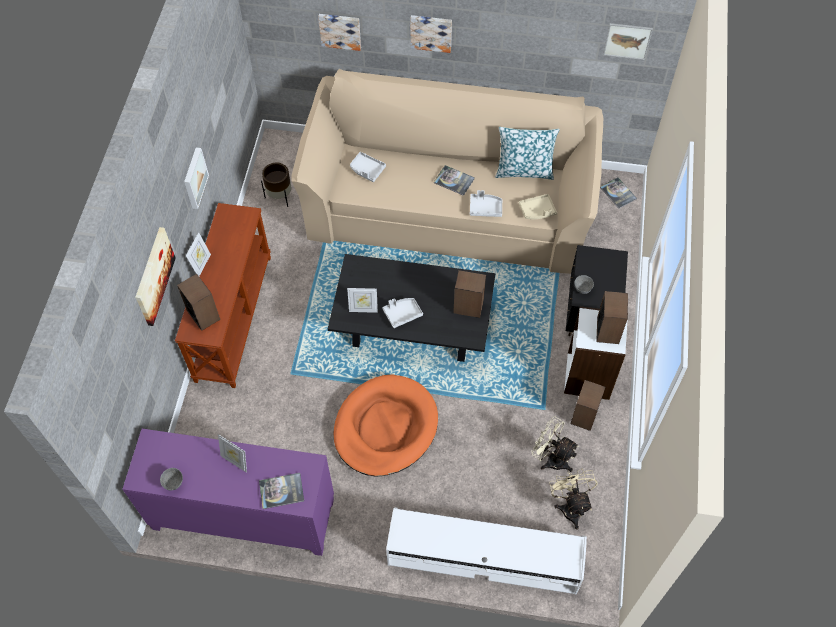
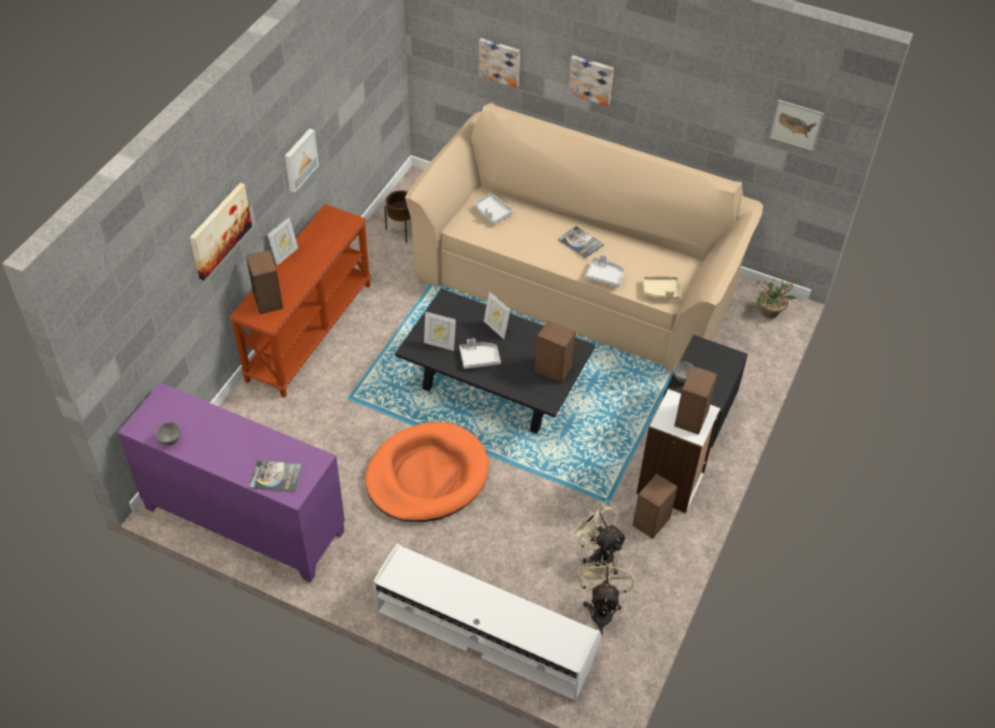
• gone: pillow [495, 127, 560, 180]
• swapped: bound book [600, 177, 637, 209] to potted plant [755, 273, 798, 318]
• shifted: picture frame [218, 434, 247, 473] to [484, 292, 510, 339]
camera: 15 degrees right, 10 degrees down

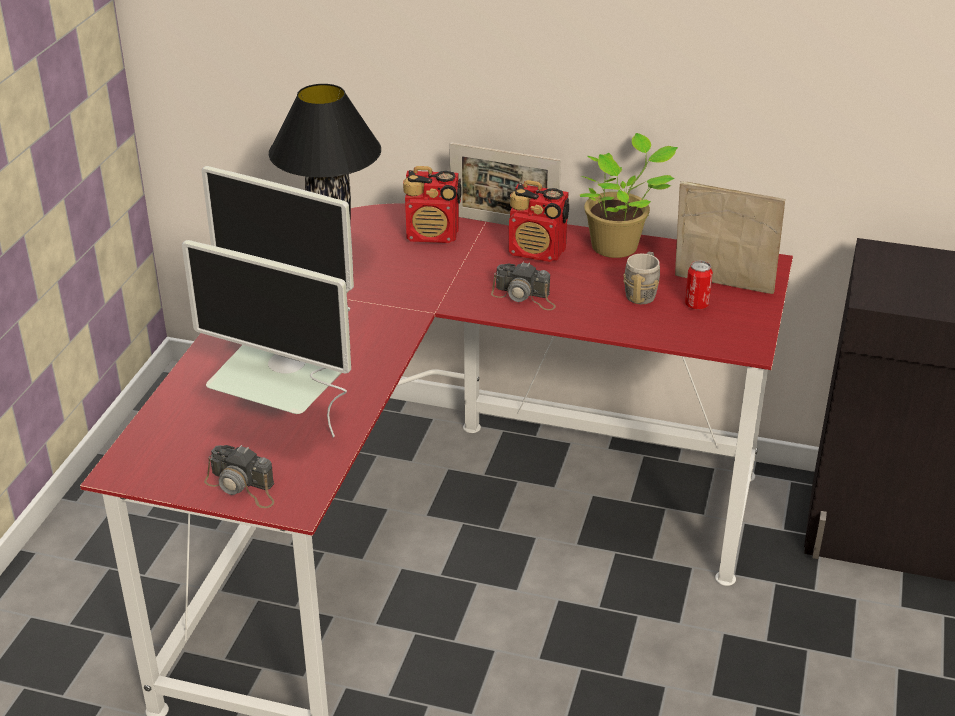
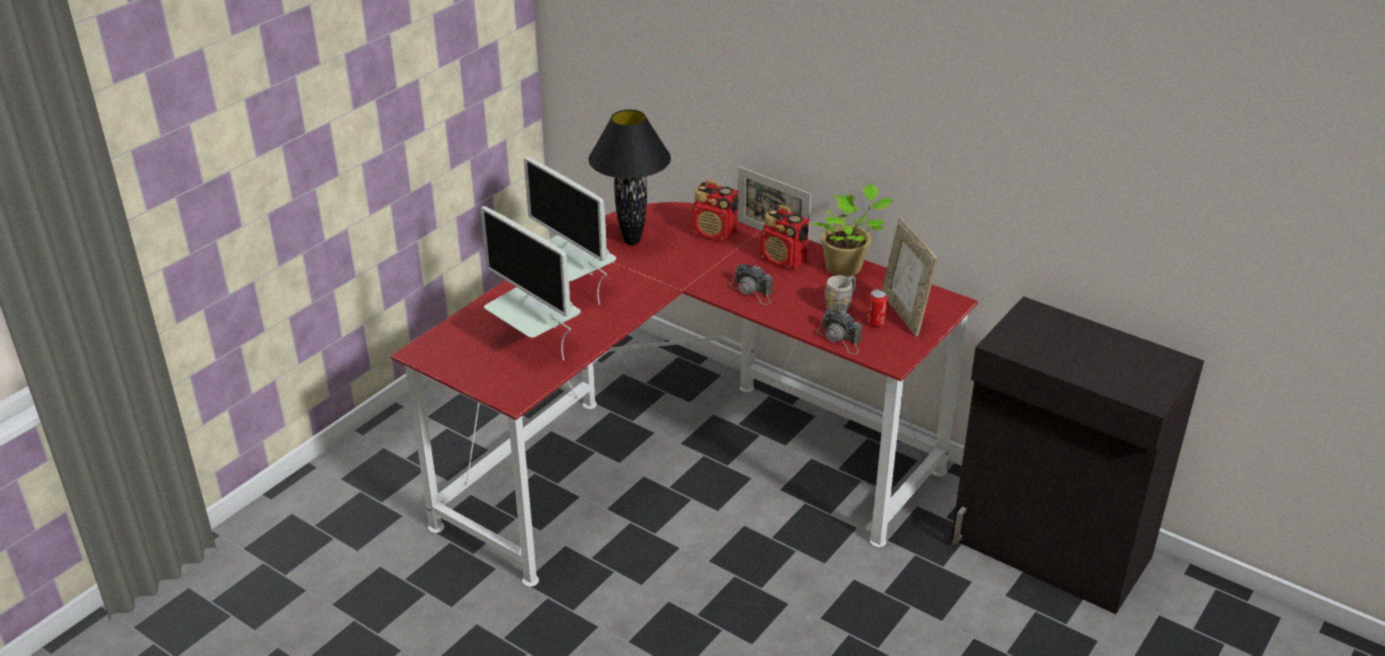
• rotated: picture frame [675, 181, 785, 294] = [882, 218, 938, 336] 150 degrees counterclockwise
• shifted: photo camera [204, 445, 274, 508] to [817, 309, 862, 354]
camera: 20 degrees right, 0 degrees up

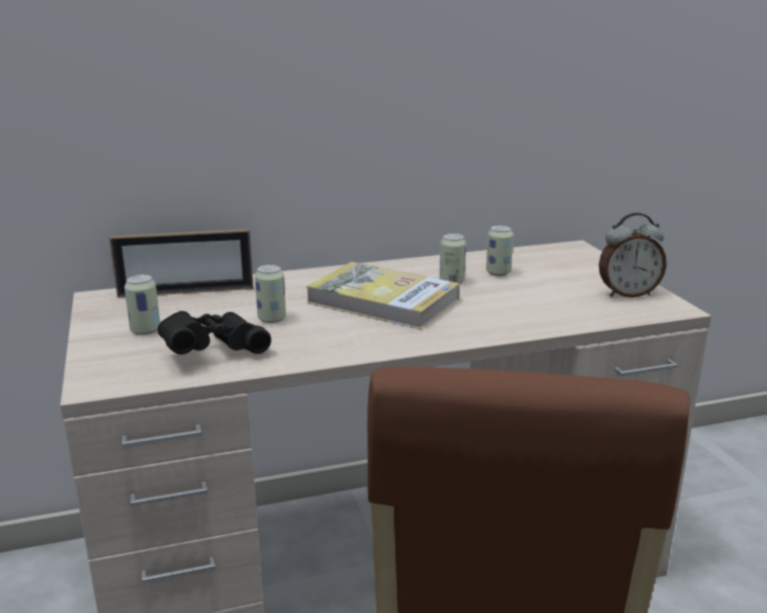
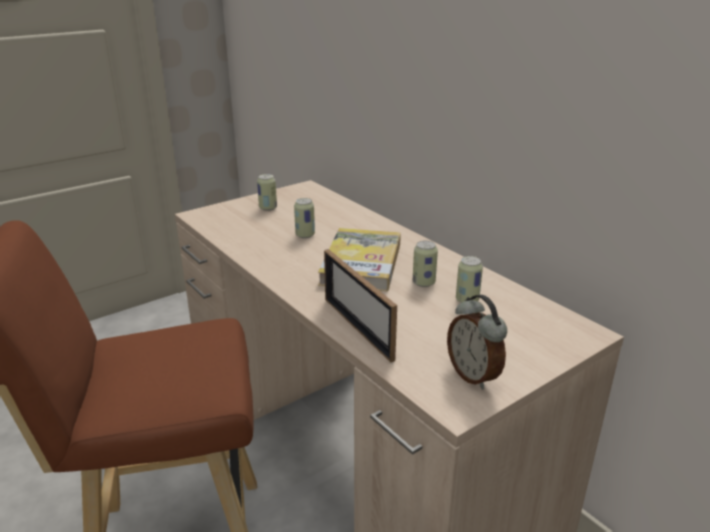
• shifted: picture frame [109, 229, 253, 298] to [324, 249, 397, 363]
• gone: blackish field glasses [158, 311, 271, 354]
camera: 70 degrees right, 5 degrees up

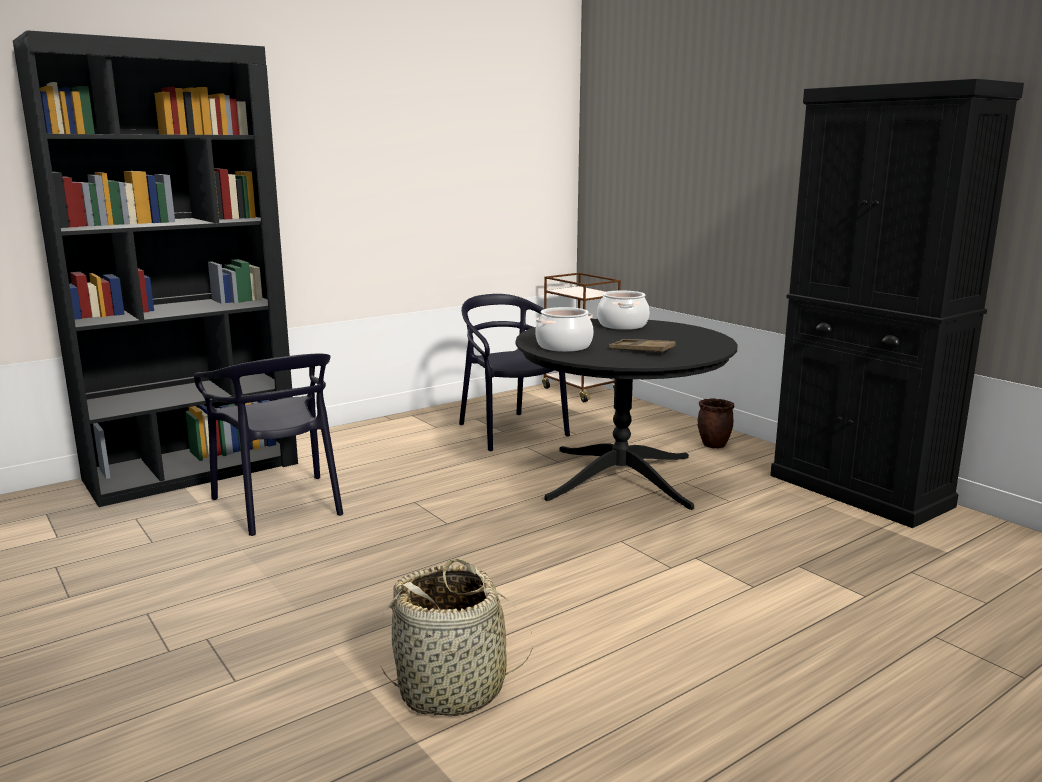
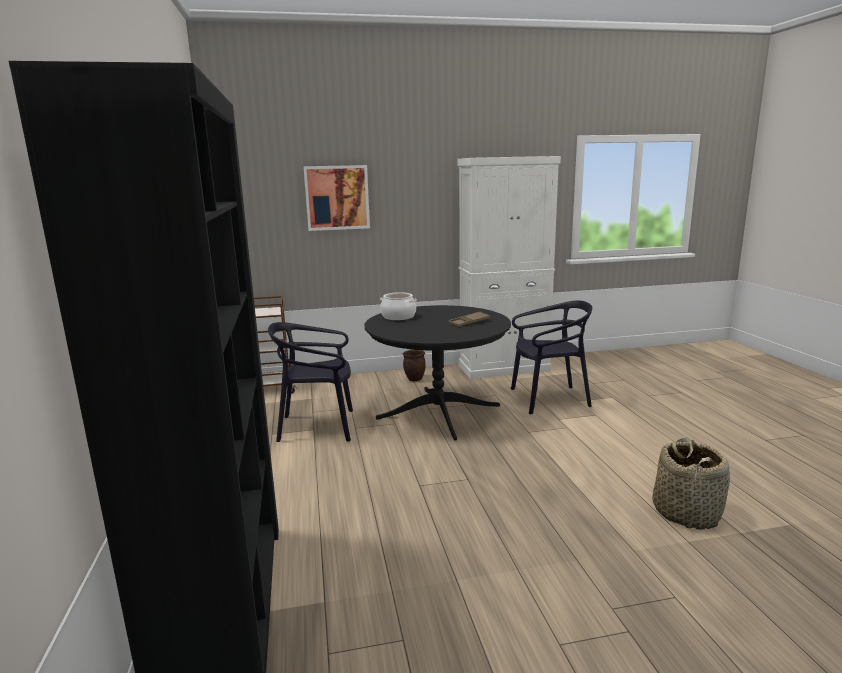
• repainted: blackish cabinet [770, 79, 1024, 528] to whitish cabinet [457, 156, 561, 379]
• gone: saucepot [535, 307, 593, 352]
• shifted: blackish upright chair [194, 353, 343, 536] to [511, 301, 592, 414]
• new: wall picture [303, 165, 370, 231]
camera: 65 degrees left, 0 degrees up

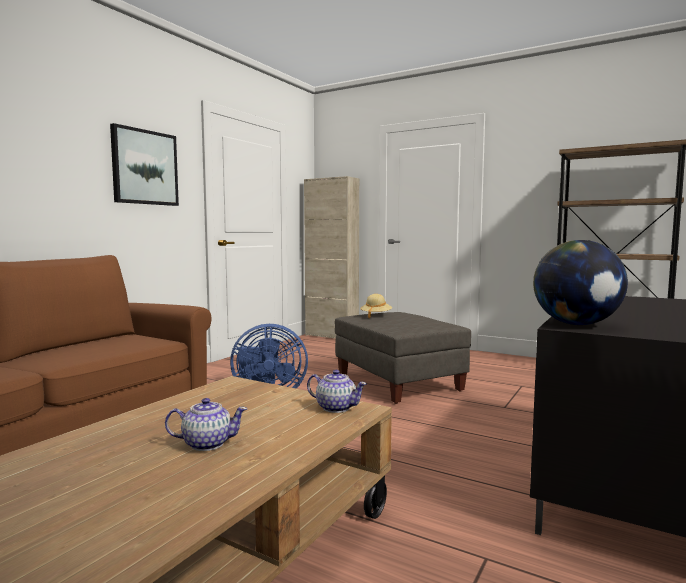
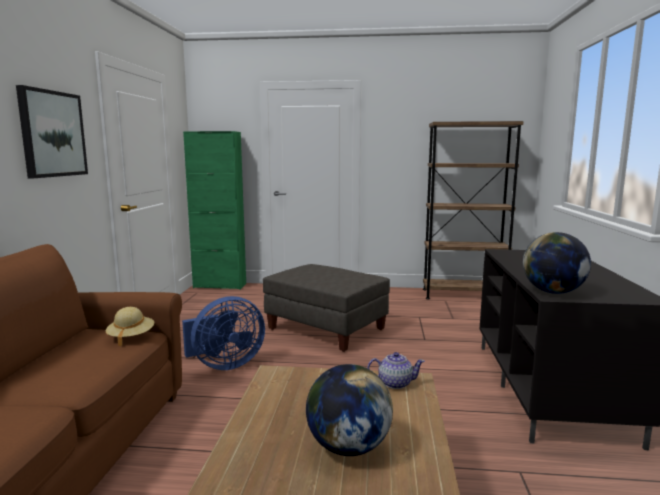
• repainted: beige cabinet [304, 176, 359, 339] to green cabinet [183, 131, 246, 290]
• shifted: beige wearable hat [360, 294, 392, 318] to [106, 307, 154, 346]
• swapped: pot for tea [165, 398, 248, 451] to world globe [306, 364, 393, 456]
camera: 25 degrees left, 5 degrees up

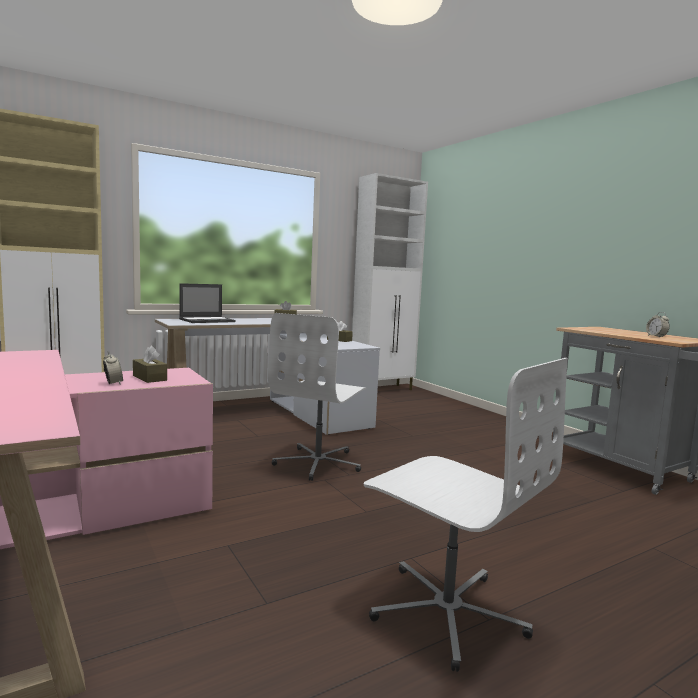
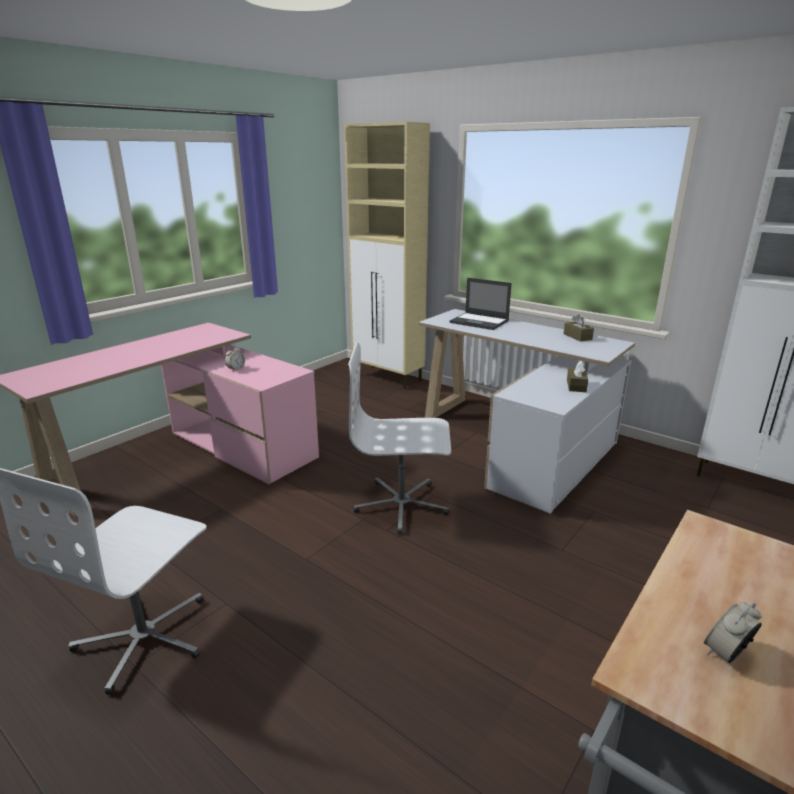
• gone: brown-coloured box of tissues [133, 346, 167, 383]
camera: 70 degrees right, 15 degrees up

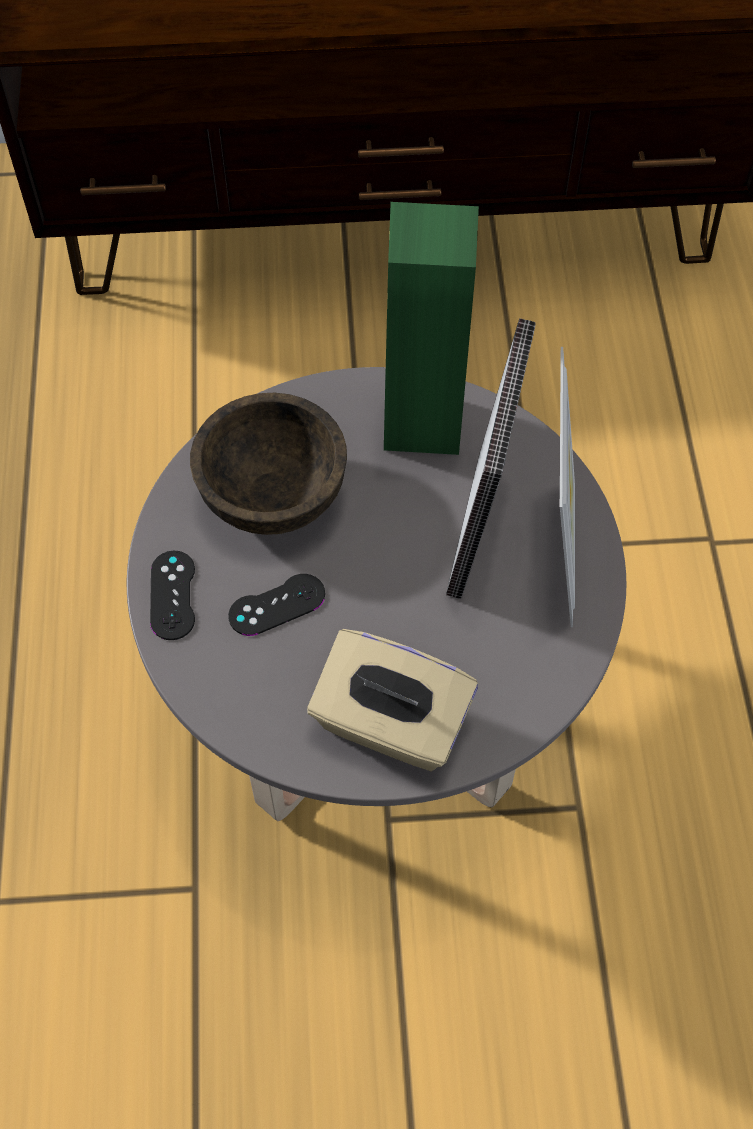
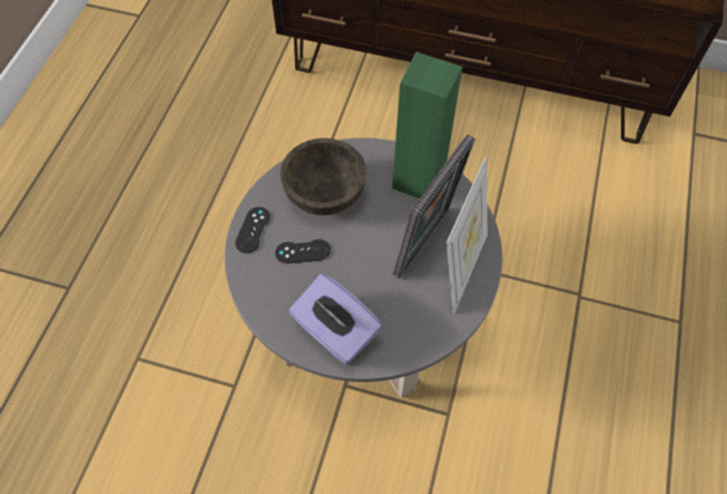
• repainted: beige box of tissues [307, 629, 478, 772] to purple box of tissues [289, 274, 382, 365]
camera: 20 degrees right, 0 degrees up

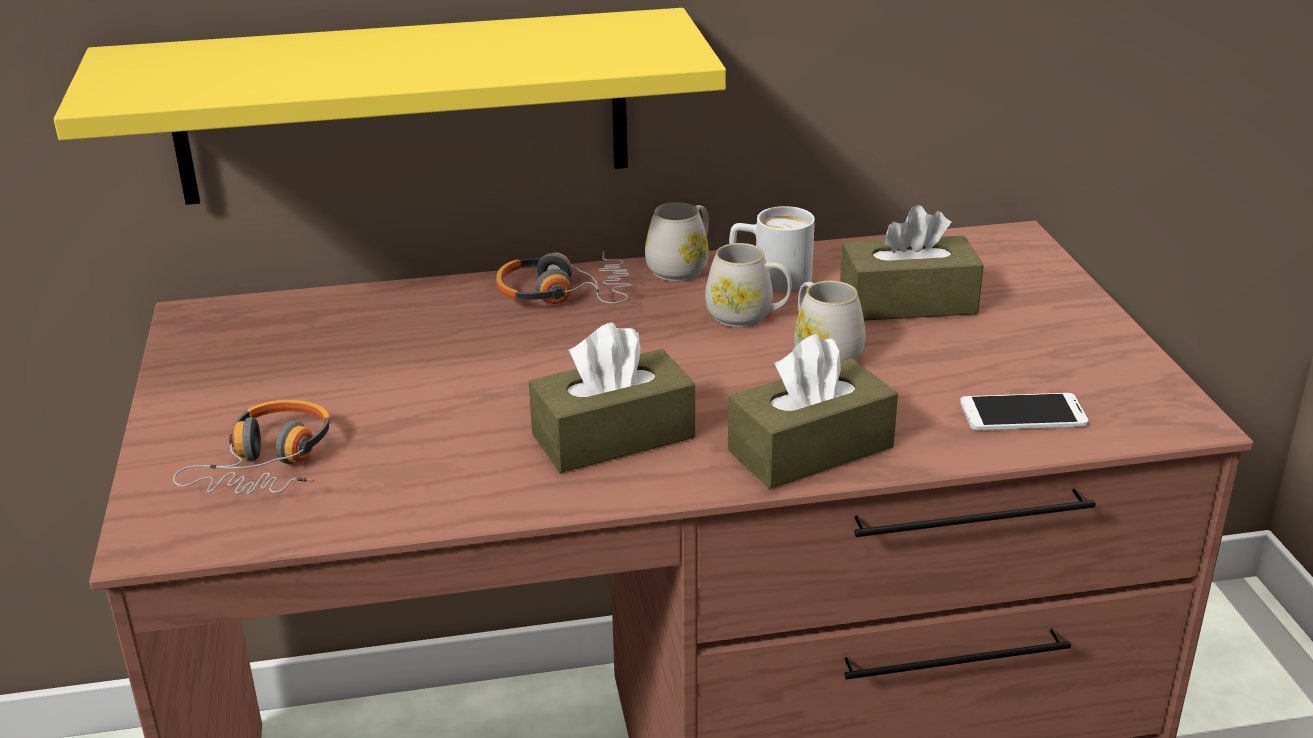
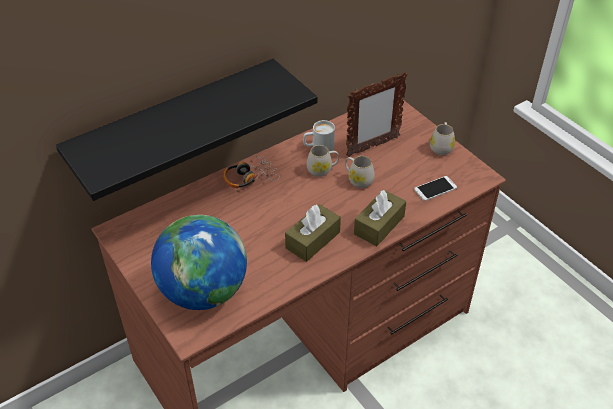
• repainted: yellow-coloured wall shelf [54, 8, 726, 205] to blackish wall shelf [56, 59, 317, 201]
• shifted: whitish mug [645, 202, 709, 282] to [430, 122, 455, 155]
• swapped: brown-coloured box of tissues [840, 205, 984, 321] to picture frame [346, 71, 408, 157]
• swapped: headset [173, 400, 331, 494] to world globe [151, 215, 247, 310]
camera: 25 degrees left, 15 degrees up

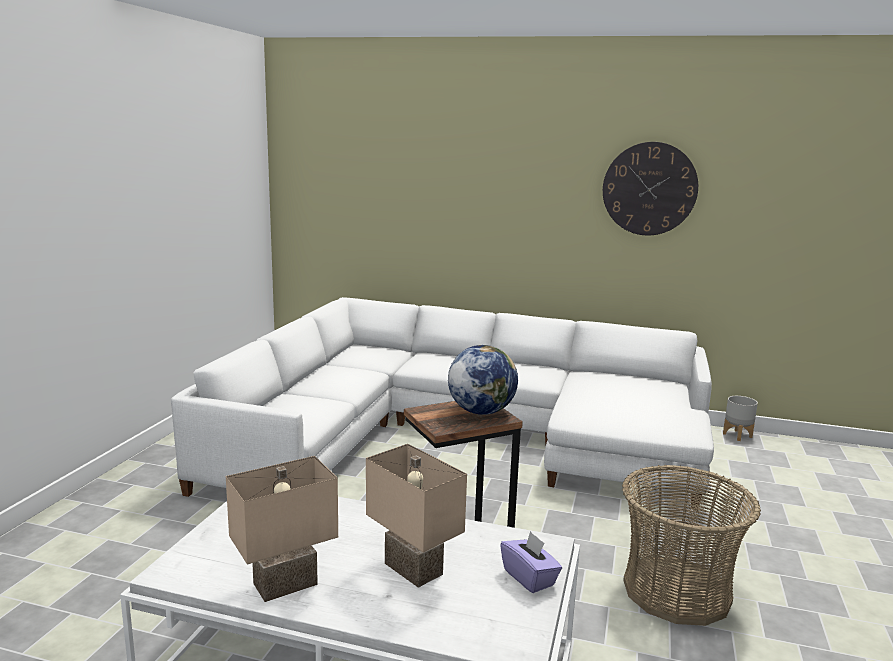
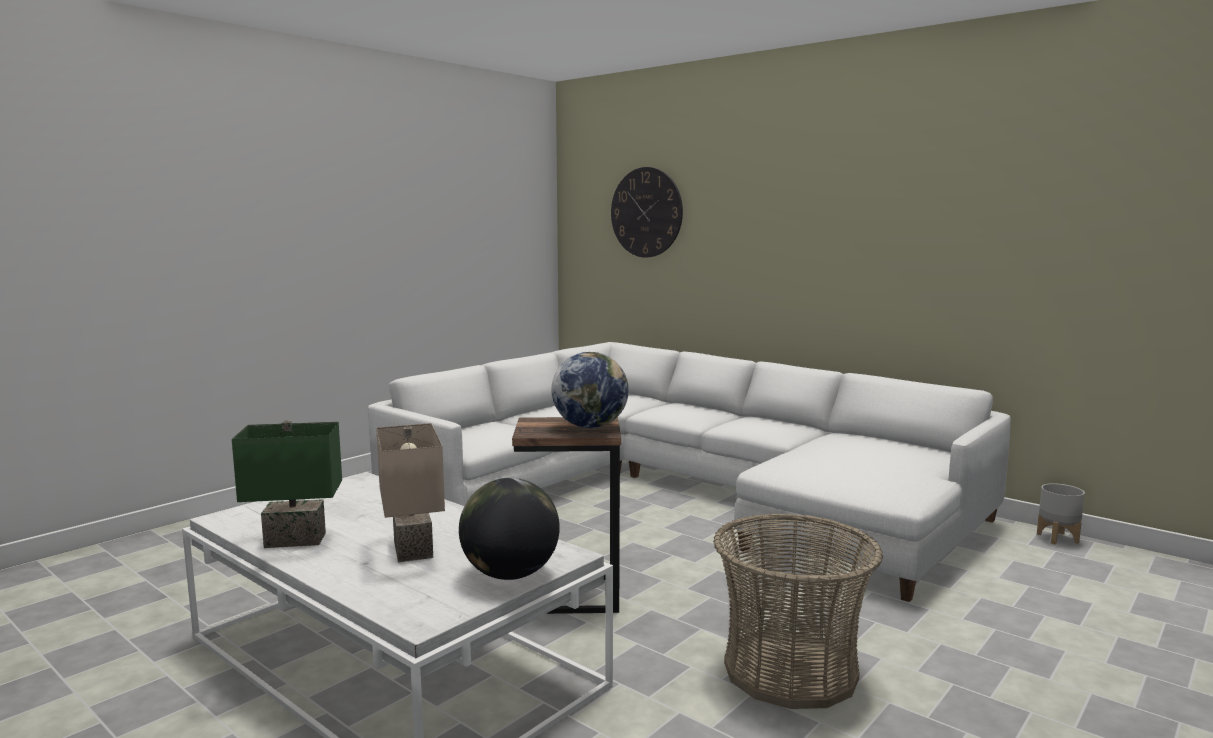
• shifted: hanging clock [603, 142, 698, 235] to [611, 167, 683, 258]
• repainted: beige tabletop lamp [226, 456, 338, 602] to green tabletop lamp [232, 421, 342, 548]
• swapped: purple box of tissues [500, 531, 562, 593] to world globe [459, 478, 560, 580]
camera: 25 degrees right, 5 degrees down

